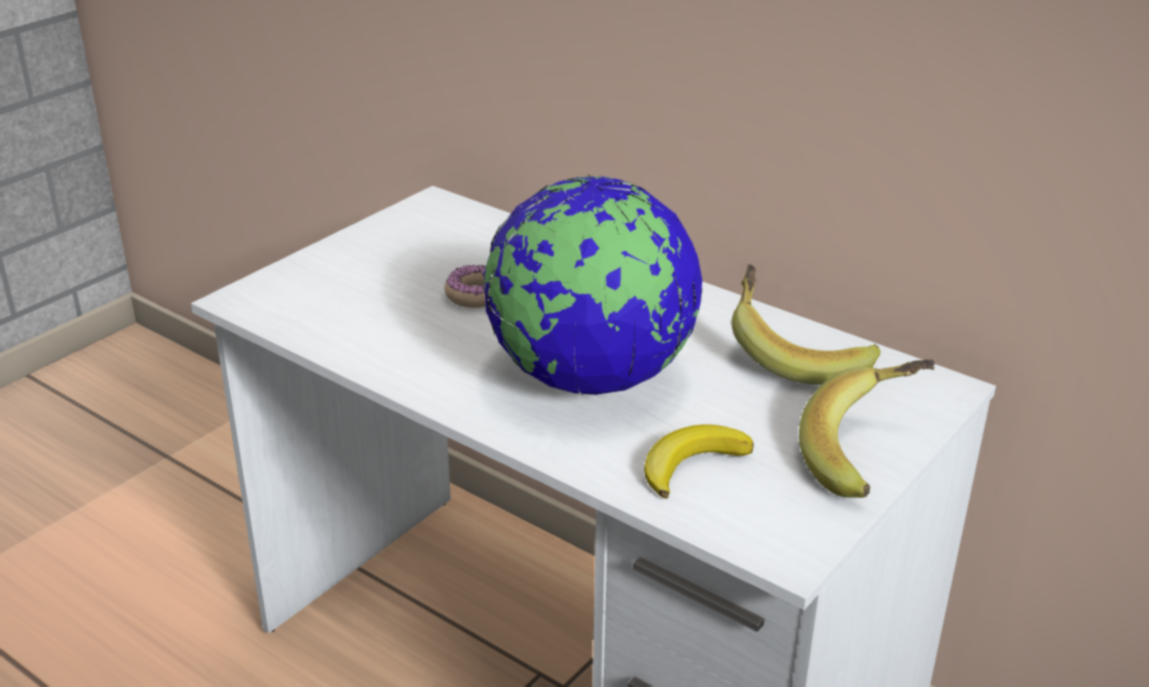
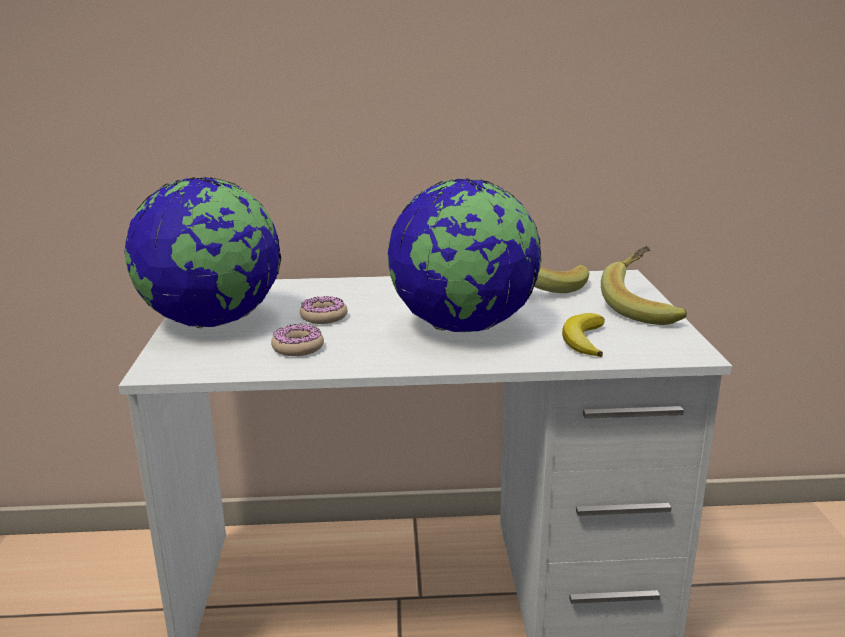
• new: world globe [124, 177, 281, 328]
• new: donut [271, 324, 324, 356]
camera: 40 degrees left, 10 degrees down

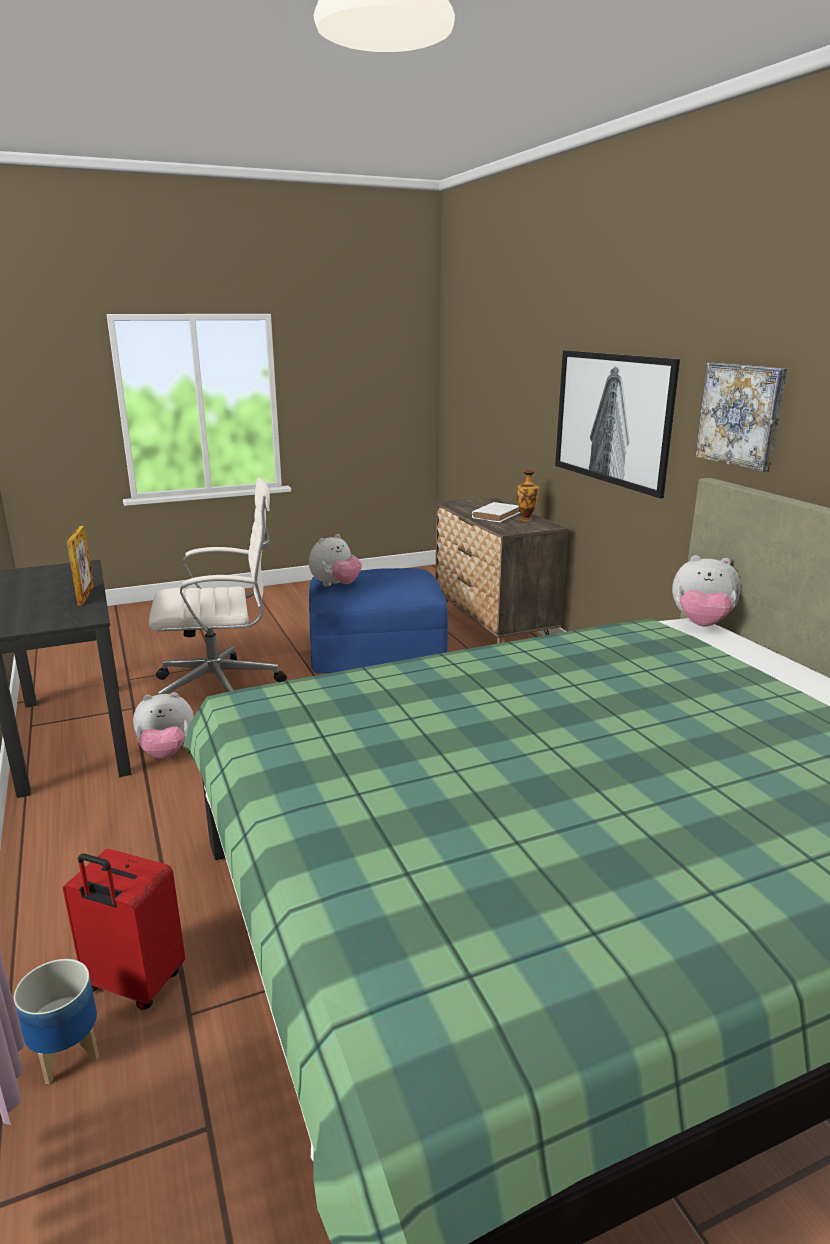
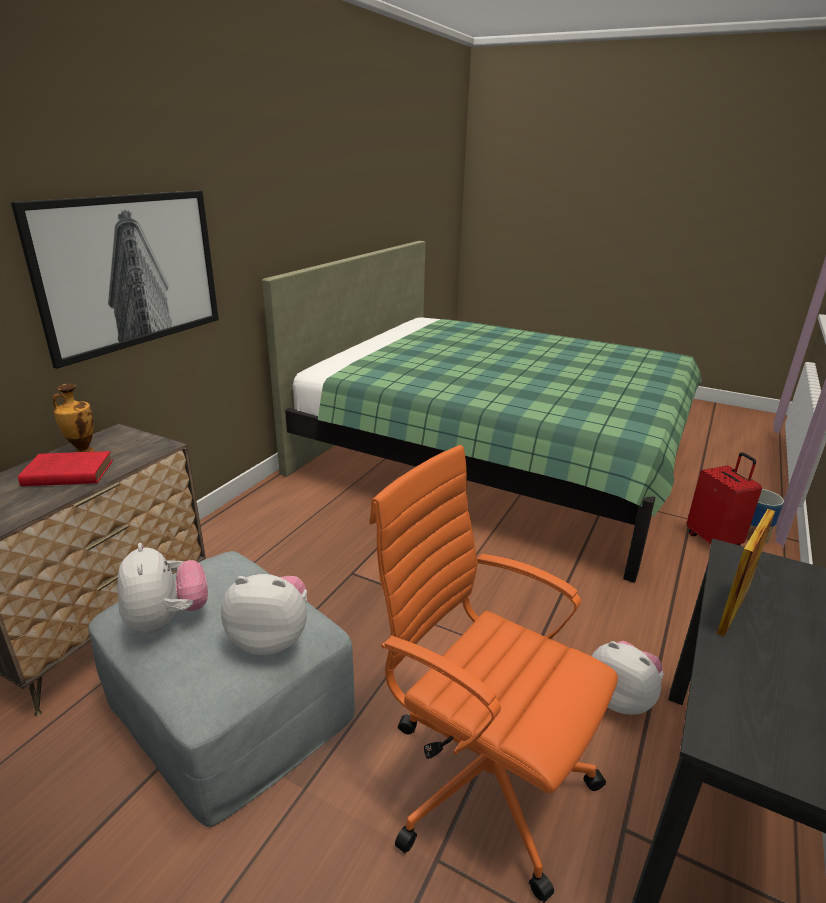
• gone: wall picture [695, 363, 787, 472]
• repainted: whitish desk chair [149, 478, 287, 694] to orange desk chair [369, 445, 618, 903]
• repainted: whitish bound book [472, 502, 520, 522] to red-coloured bound book [18, 451, 113, 486]
• shifted: plush toy [672, 555, 741, 626] to [118, 543, 208, 634]
• repainted: blue-coloured ottoman [309, 568, 448, 673] to greyish ottoman [88, 551, 354, 827]
camera: 130 degrees left, 5 degrees up

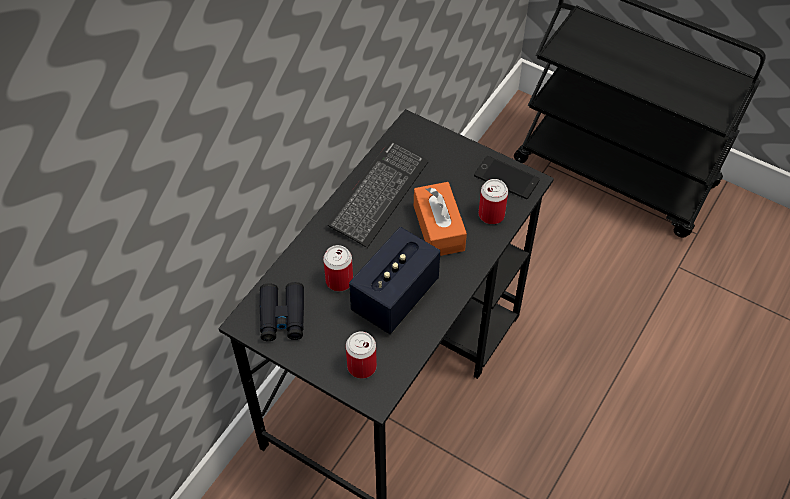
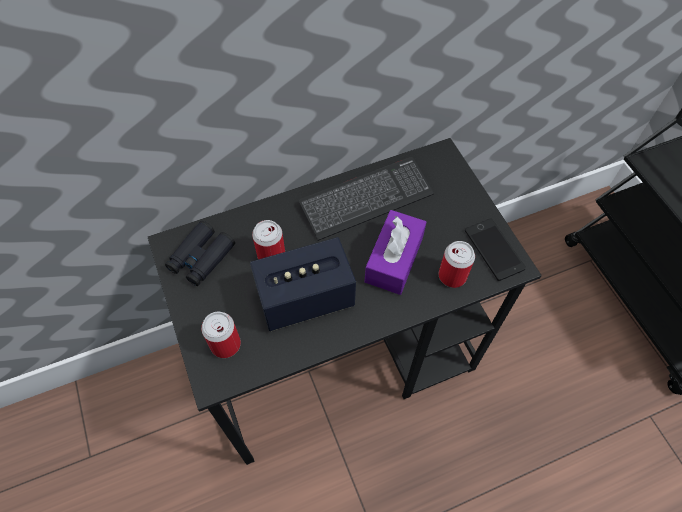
• repainted: orange box of tissues [414, 182, 467, 256] to purple box of tissues [365, 210, 426, 295]
camera: 35 degrees right, 5 degrees up

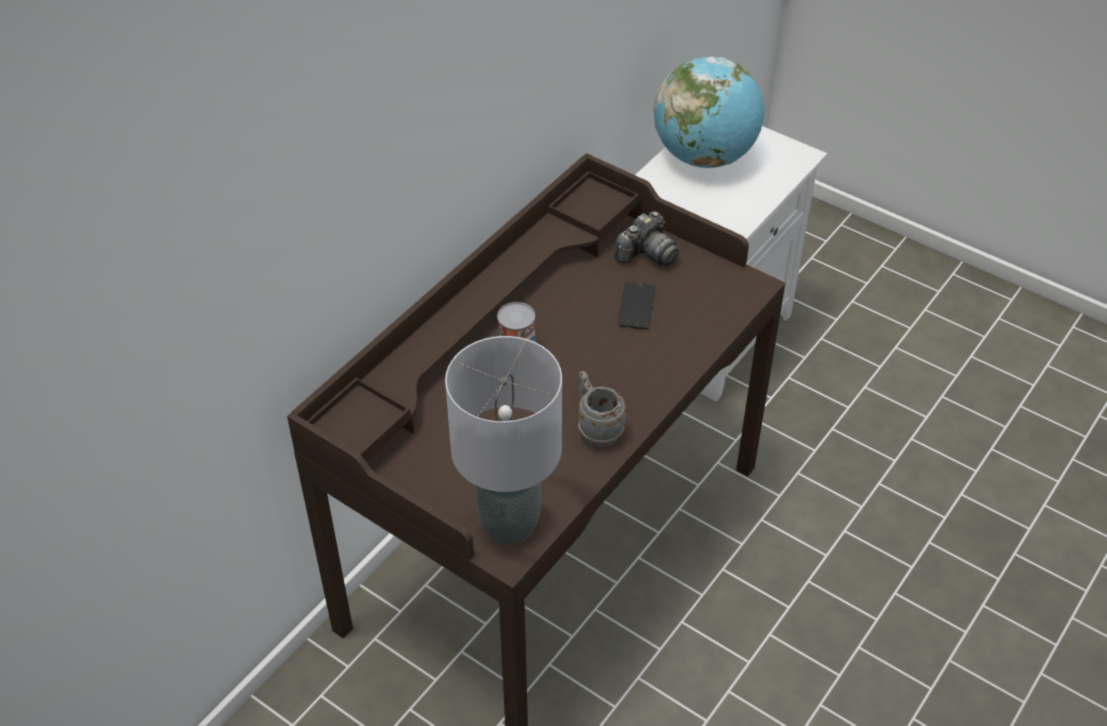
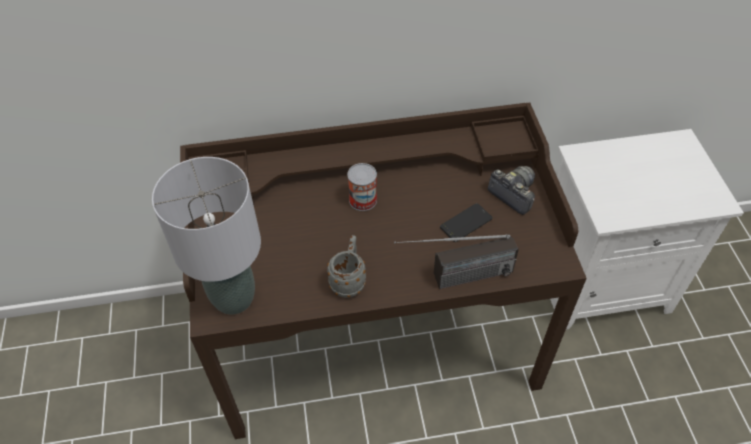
• gone: world globe [654, 56, 764, 168]
• rotated: photo camera [614, 211, 679, 266] = [488, 166, 535, 215] 135 degrees counterclockwise
• new: radio [394, 234, 519, 289]
camera: 45 degrees right, 5 degrees up

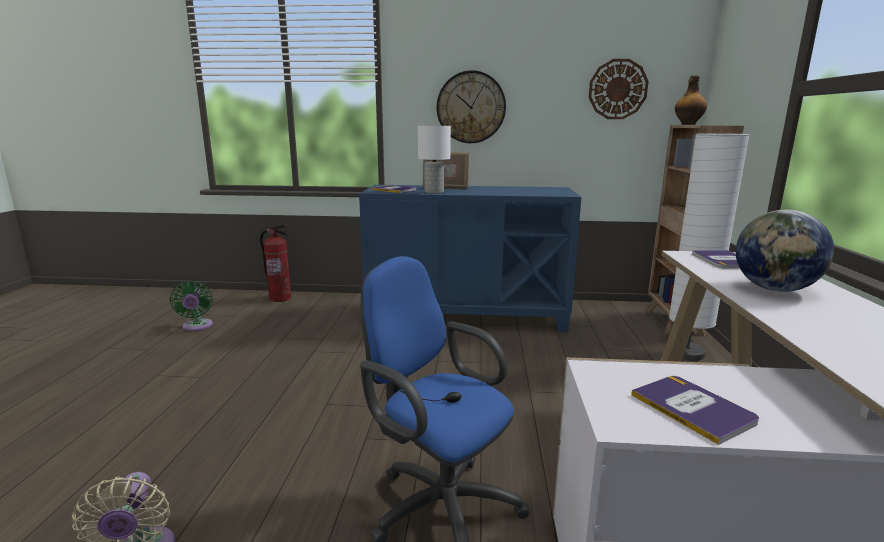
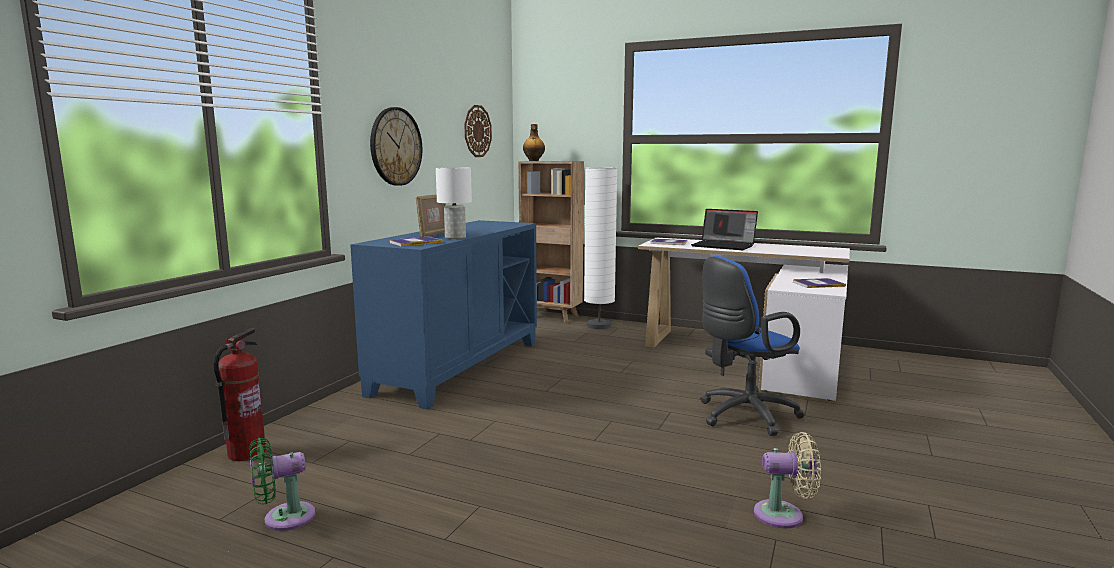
• swapped: world globe [736, 210, 834, 292] to laptop [691, 209, 758, 250]
• rotated: green cooling fan [170, 281, 213, 331] = [249, 438, 316, 531] 150 degrees clockwise
camera: 70 degrees left, 5 degrees down

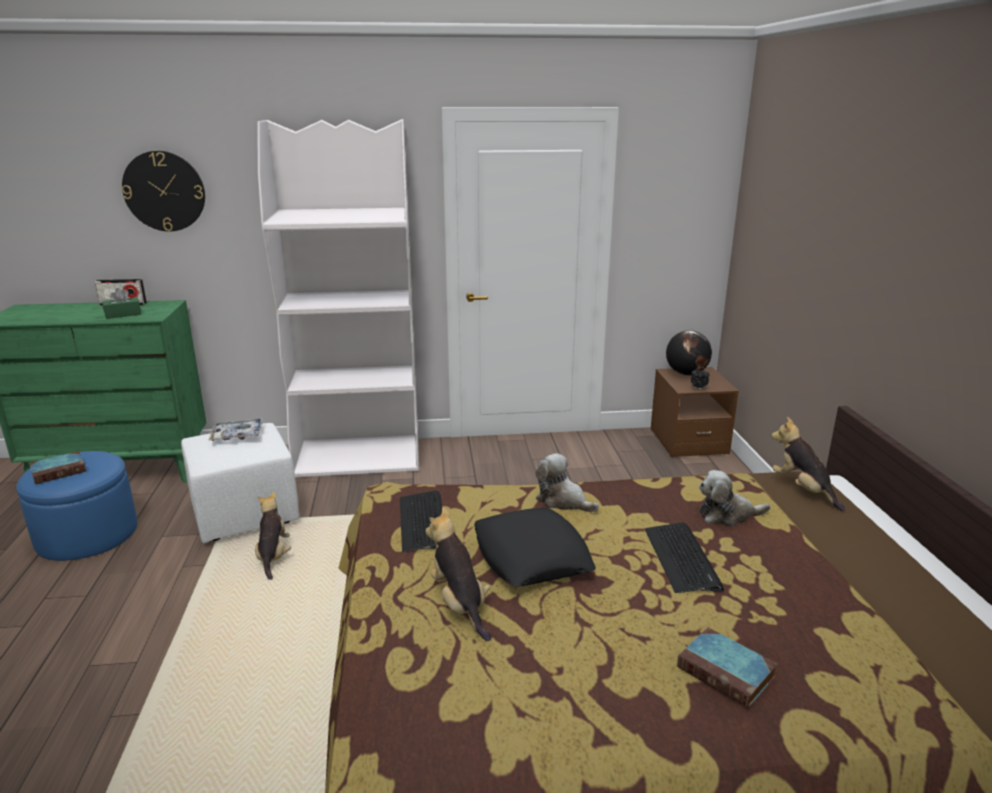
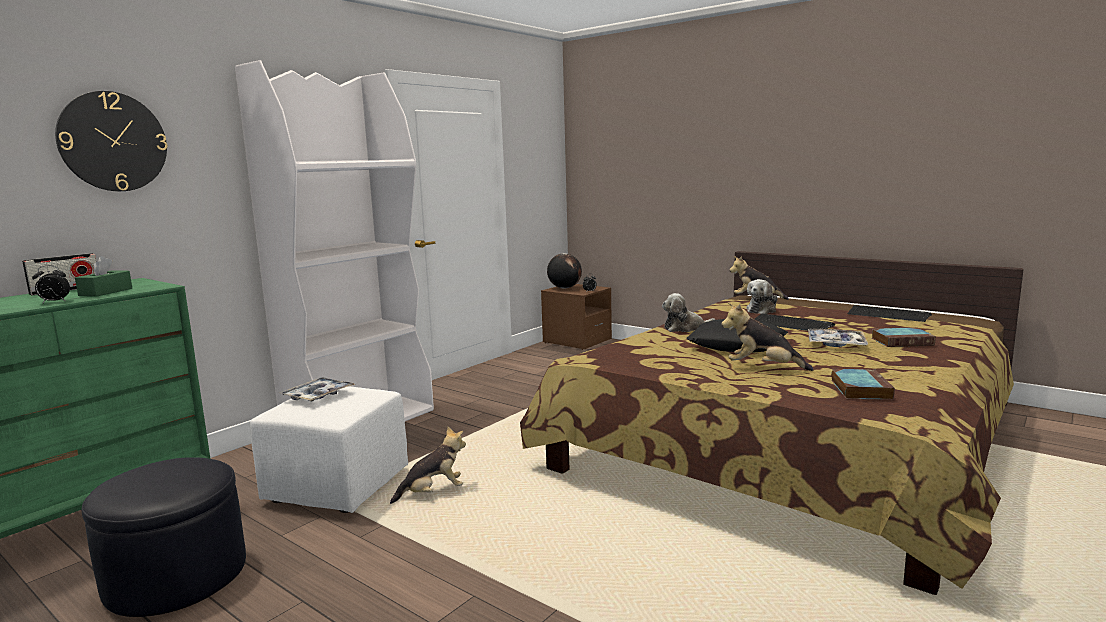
• repainted: blue-coloured ottoman [16, 451, 137, 561] to blackish ottoman [82, 457, 246, 617]
• shifted: bound book [29, 451, 86, 484] to [831, 369, 895, 400]
• shifted: computer keyboard [400, 491, 442, 552] to [848, 305, 932, 322]
• rotated: plush toy [255, 492, 291, 580] = [390, 426, 466, 504] 120 degrees clockwise
• new: table clock [32, 265, 70, 303]
• new: serving tray [808, 329, 868, 347]
camera: 45 degrees left, 10 degrees down

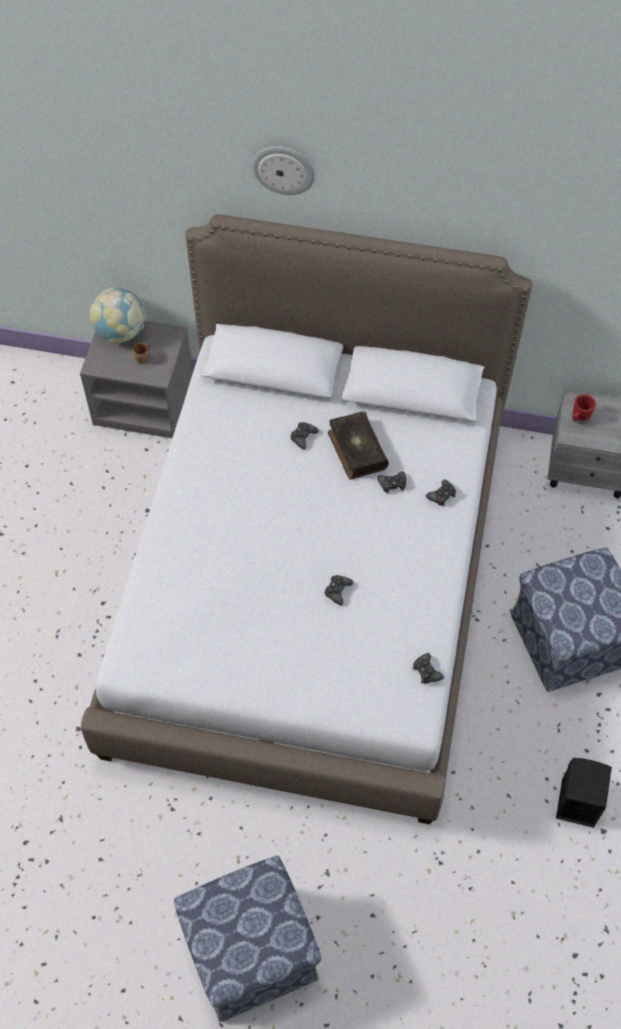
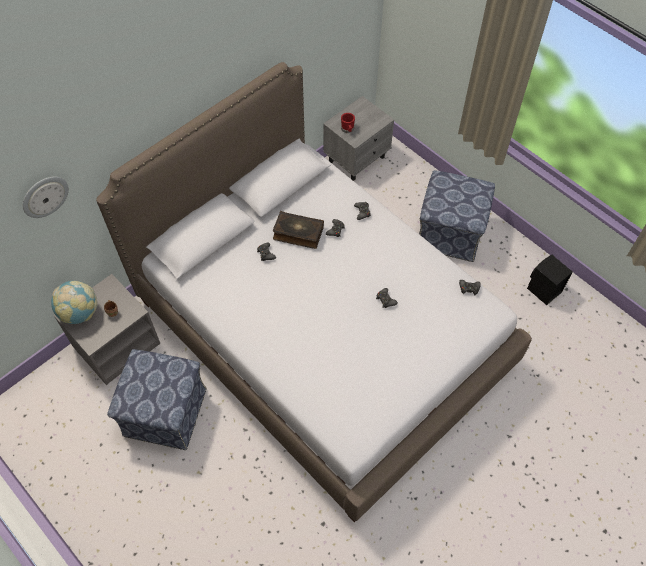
• shifted: hanging clock [252, 146, 315, 195] to [23, 177, 69, 218]
• shifted: ottoman [174, 856, 321, 1022] to [107, 349, 207, 450]
camera: 55 degrees left, 0 degrees up

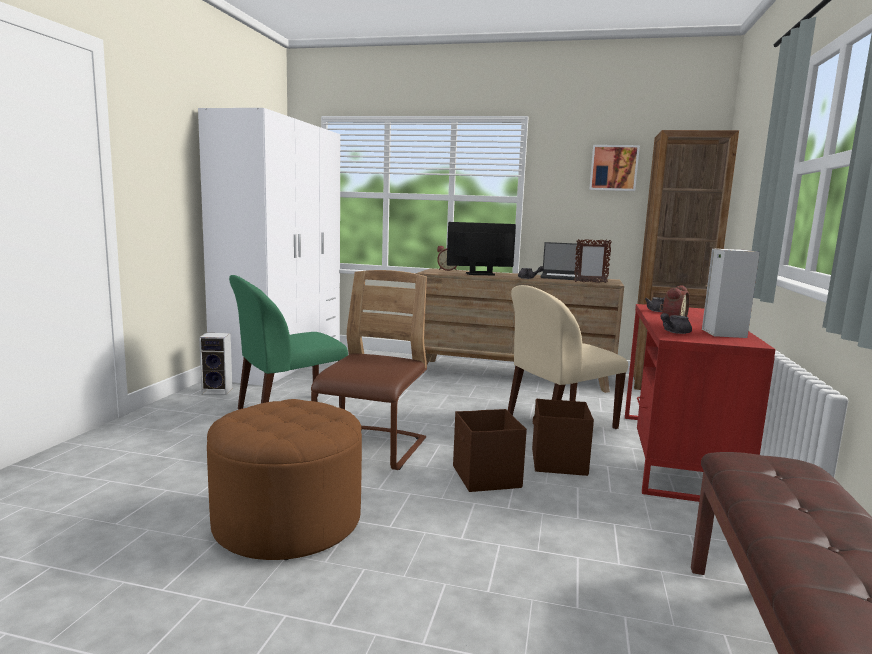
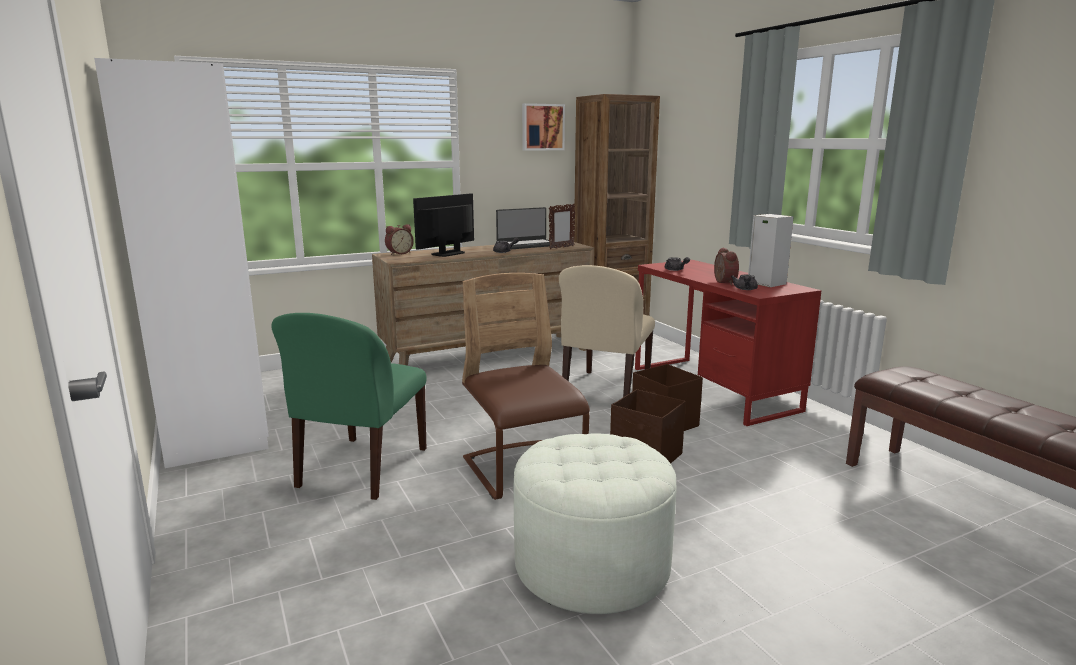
• gone: loudspeaker [199, 333, 232, 395]
• repainted: brown-coloured ottoman [207, 399, 362, 560] to whitish ottoman [514, 434, 677, 614]
camera: 40 degrees left, 5 degrees up

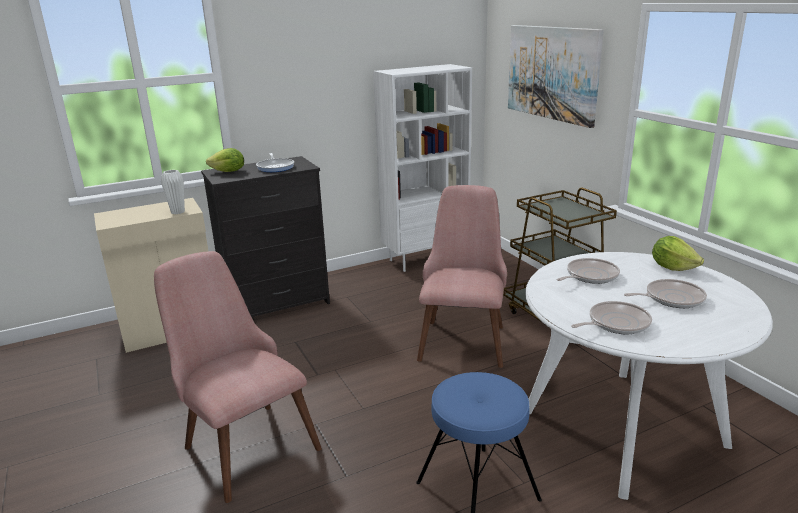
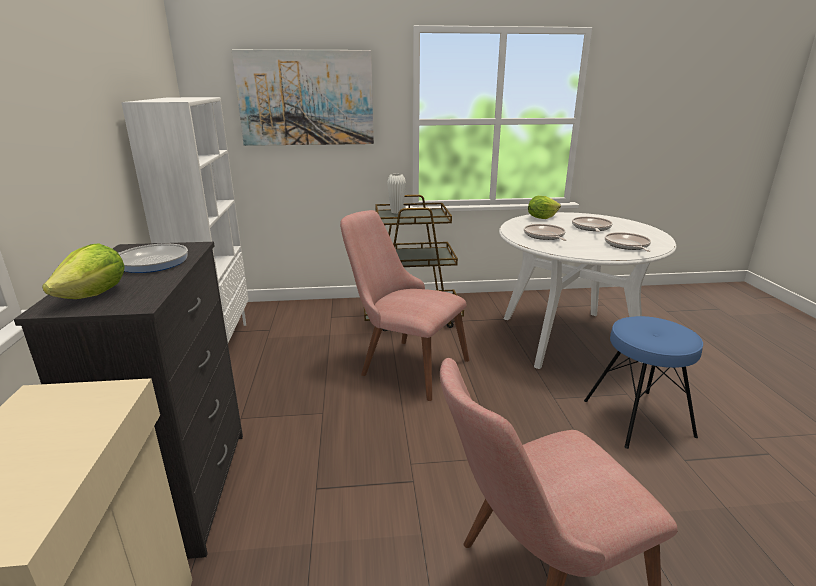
• shifted: whitish vase [161, 170, 185, 214] to [387, 174, 406, 214]
camera: 70 degrees left, 0 degrees up

